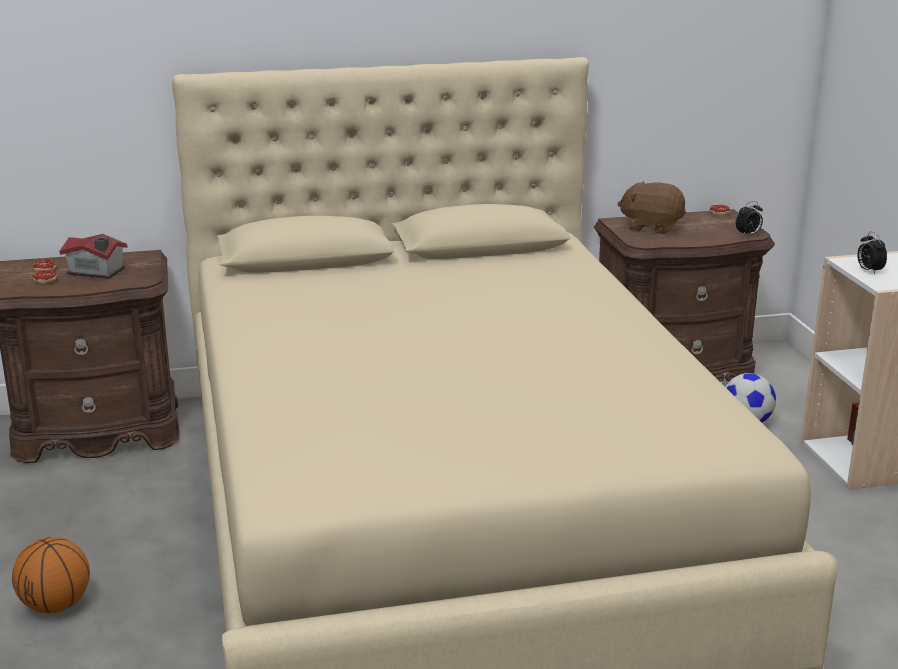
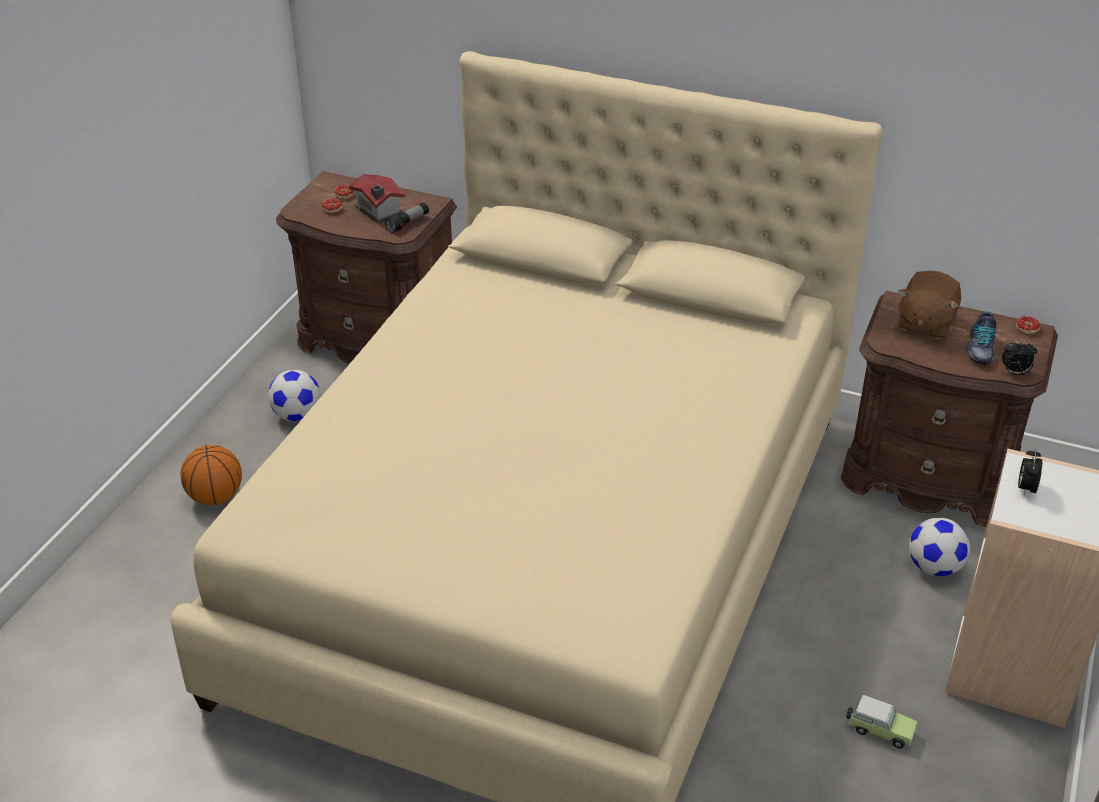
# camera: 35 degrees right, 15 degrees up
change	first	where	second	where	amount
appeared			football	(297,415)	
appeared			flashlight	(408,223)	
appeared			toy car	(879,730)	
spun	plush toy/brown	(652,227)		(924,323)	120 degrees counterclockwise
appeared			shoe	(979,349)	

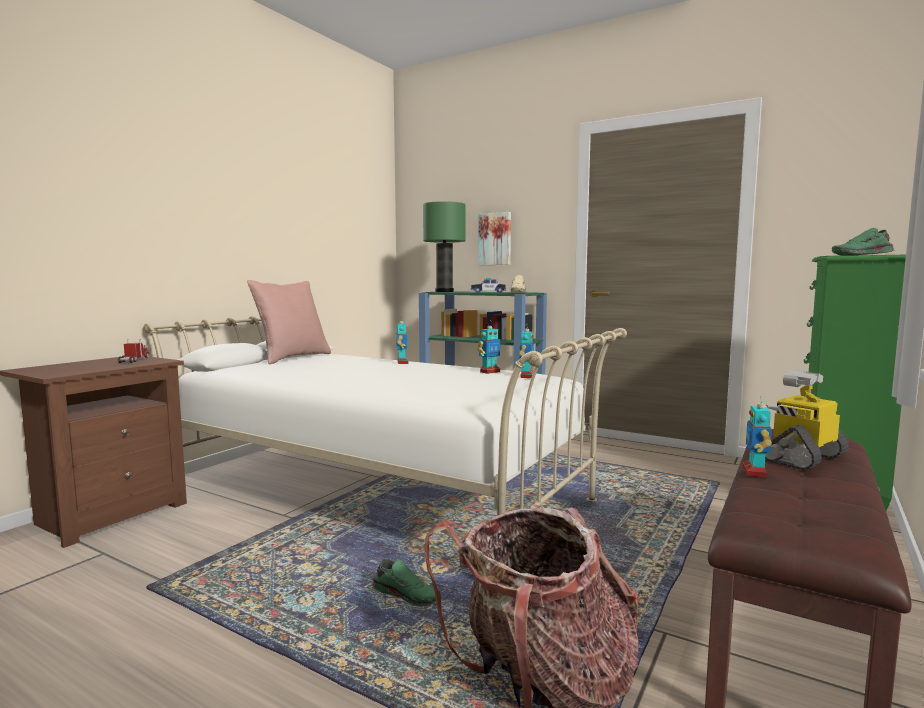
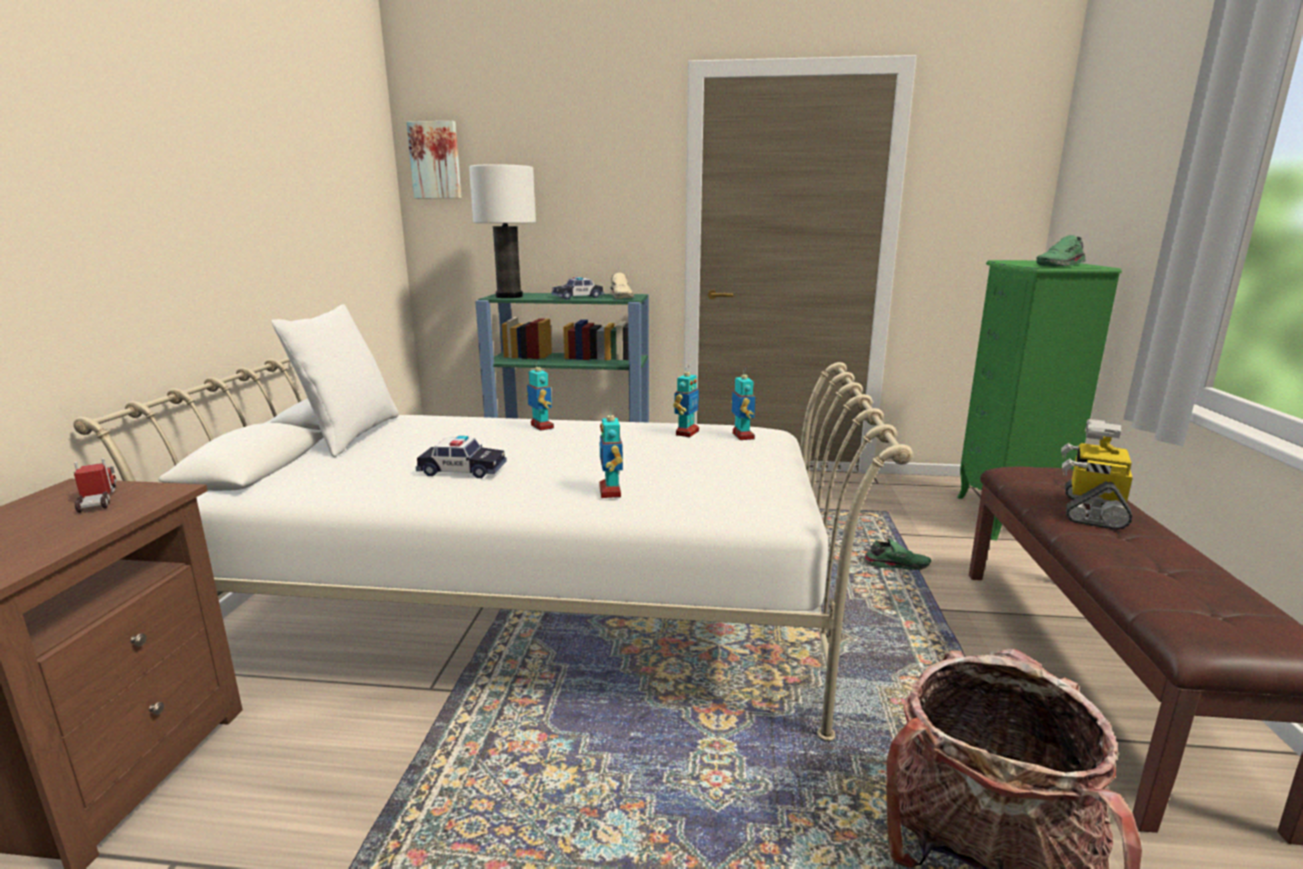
# camera: 25 degrees left, 10 degrees up
change	first	where	second	where	amount
colour	pillow/pink	(292,358)	pillow/white	(350,435)	
relocated	picture	(495,239)		(435,160)	
appeared			toy car	(462,470)	
colour	table lamp/green	(444,291)	table lamp/white	(509,296)	
relocated	toy robot	(755,472)		(611,492)	
relocated	shoe/green	(407,594)		(895,564)	

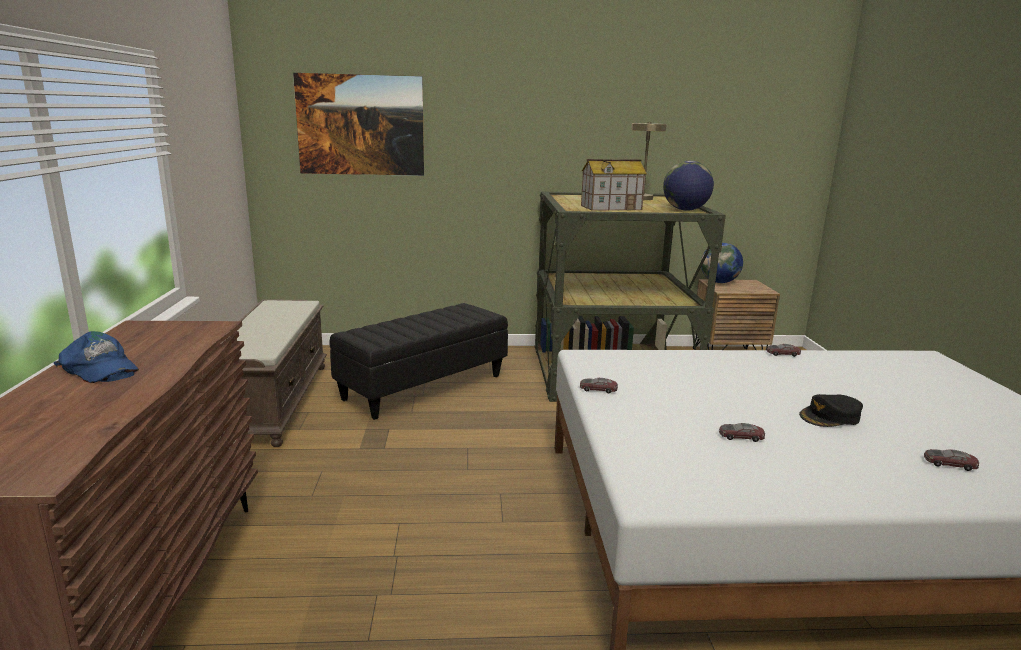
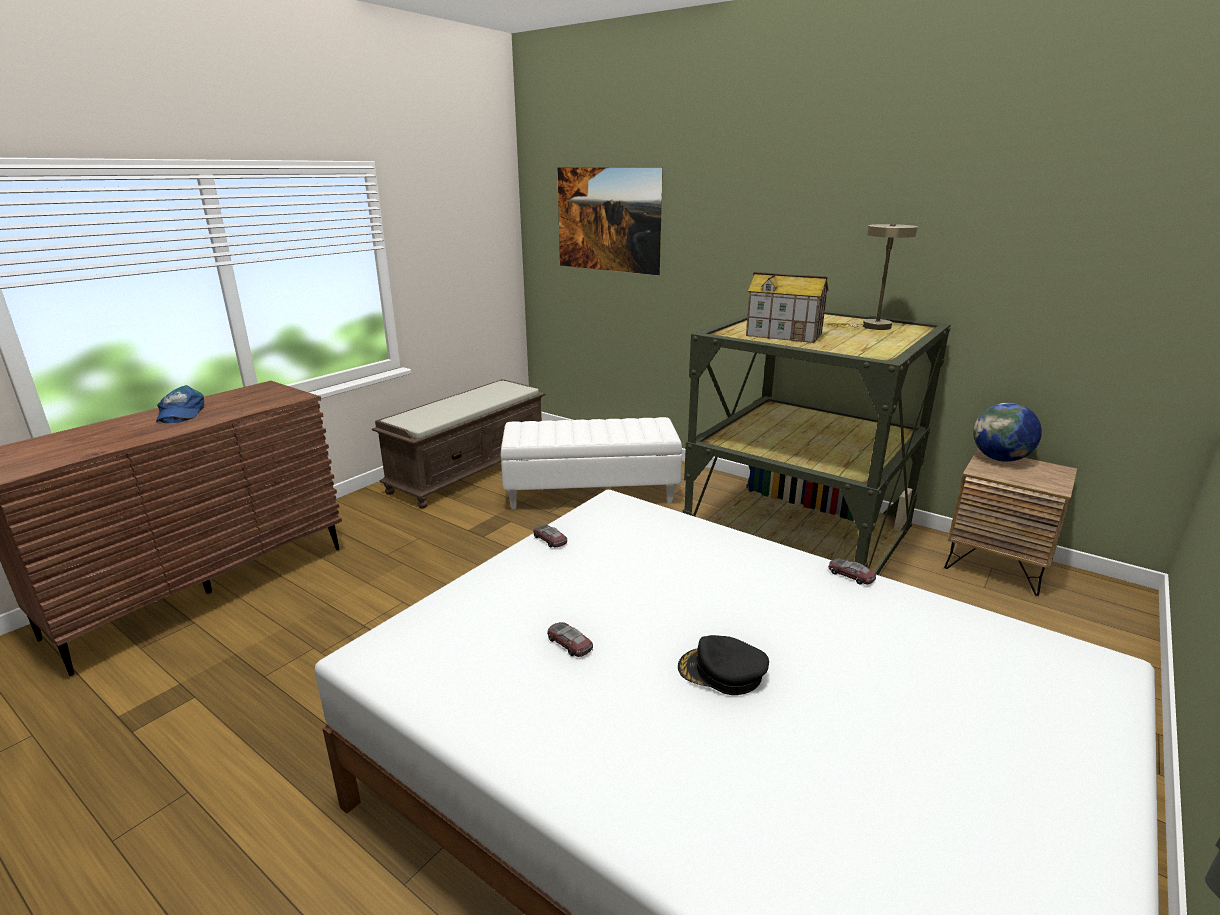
# camera: 40 degrees right, 5 degrees up
change	first	where	second	where	amount
colour	ottoman/black	(424,388)	ottoman/white	(590,494)	
missing	globe	(685,210)			
missing	toy car	(950,464)			

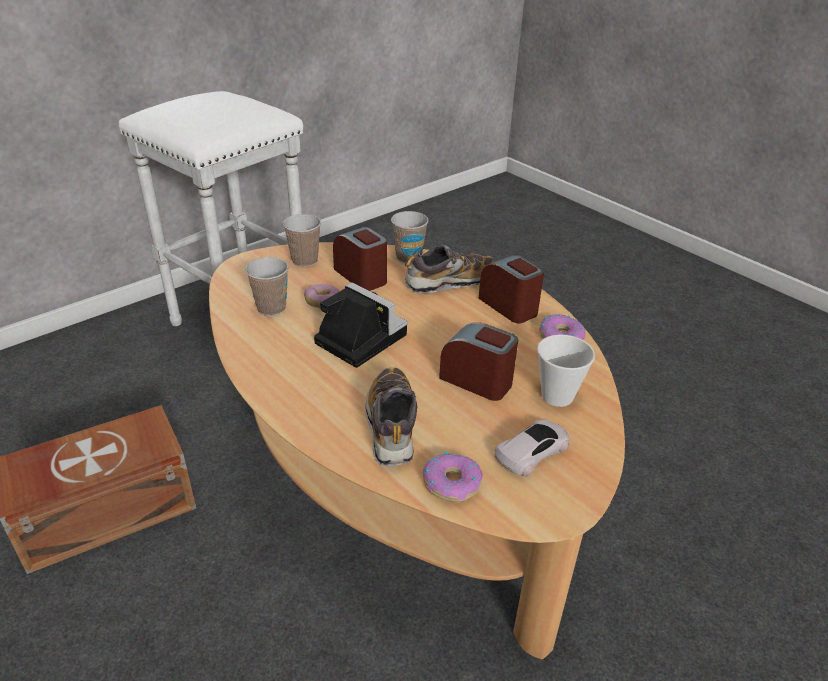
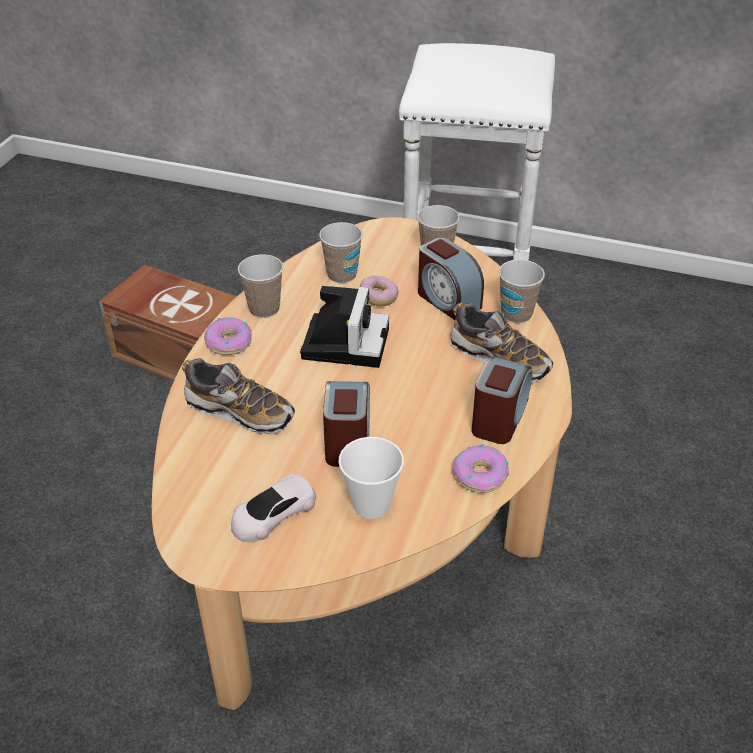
# camera: 60 degrees right, 5 degrees up
change	first	where	second	where	amount
spun	shoe	(391,426)		(240,412)	60 degrees clockwise
relocated	donut	(451,483)		(229,342)	
spun	toy car/white	(533,451)		(273,513)	120 degrees clockwise
appeared			cup	(264,309)	
spun	alarm clock	(361,276)		(447,300)	120 degrees clockwise

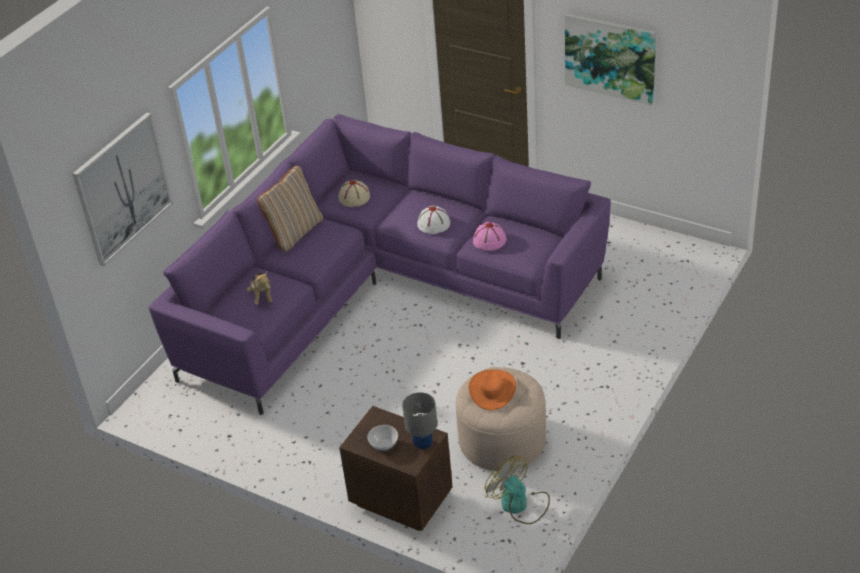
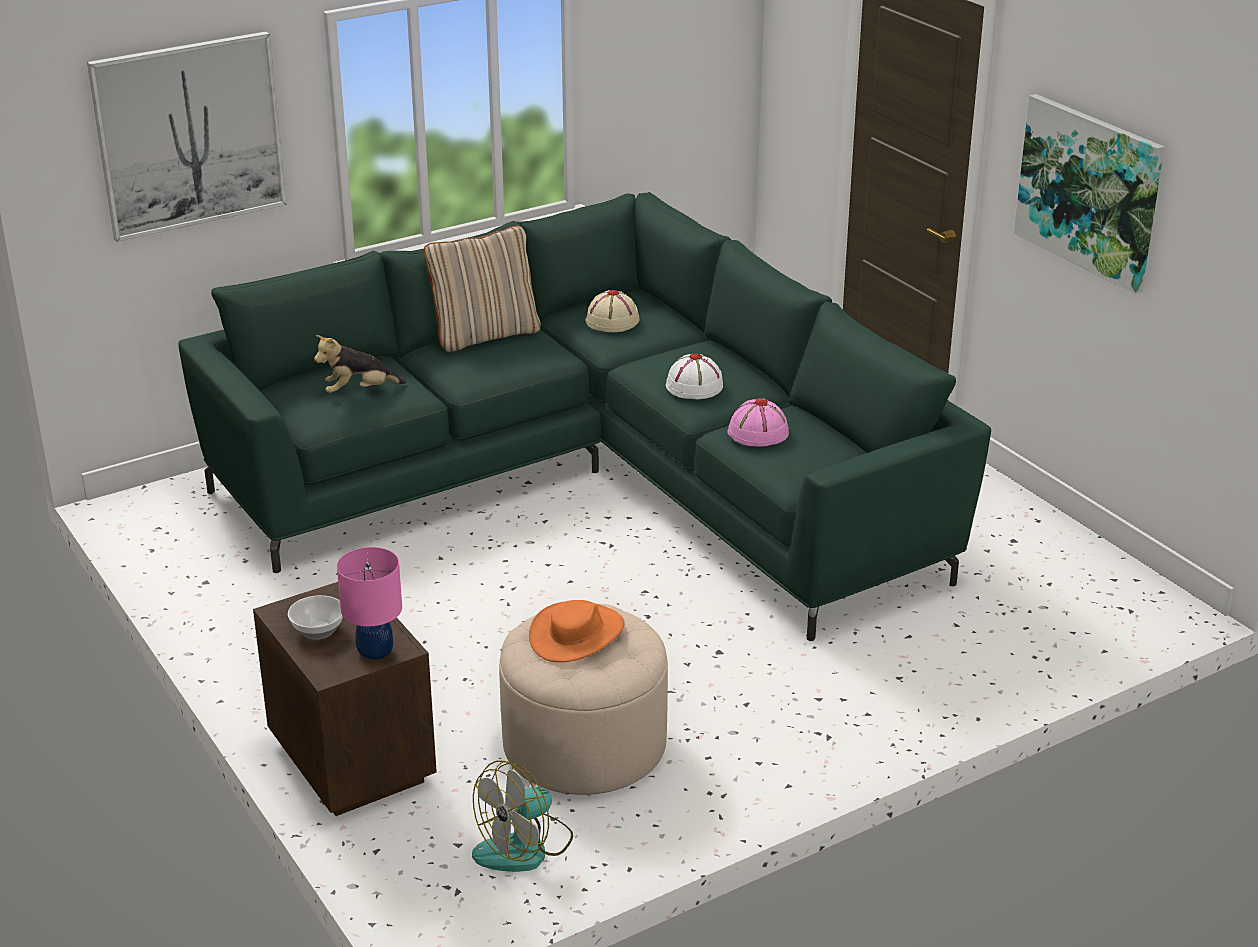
# camera: 25 degrees right, 10 degrees down
change	first	where	second	where	amount
colour	sofa/purple	(380,290)	sofa/green	(594,483)	
spun	plush toy	(262,296)		(359,391)	60 degrees clockwise
colour	table lamp/grey	(422,444)	table lamp/pink	(373,653)	
spun	fan	(520,505)		(524,847)	120 degrees counterclockwise

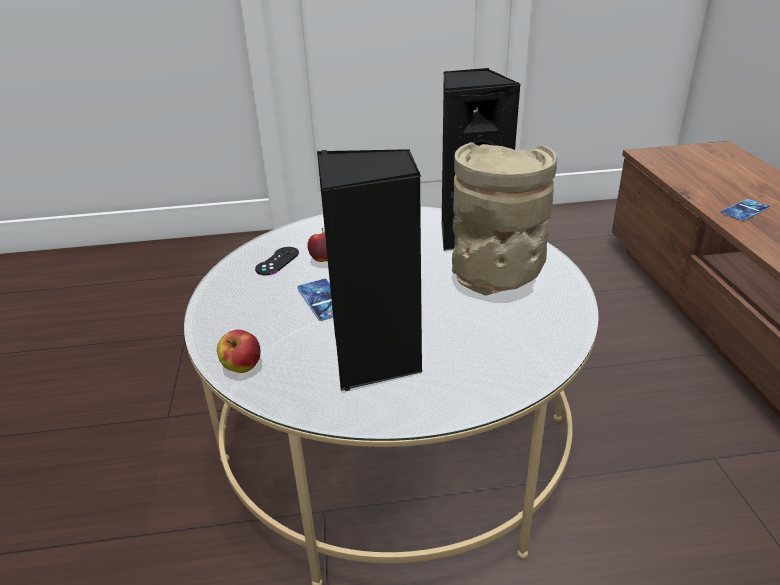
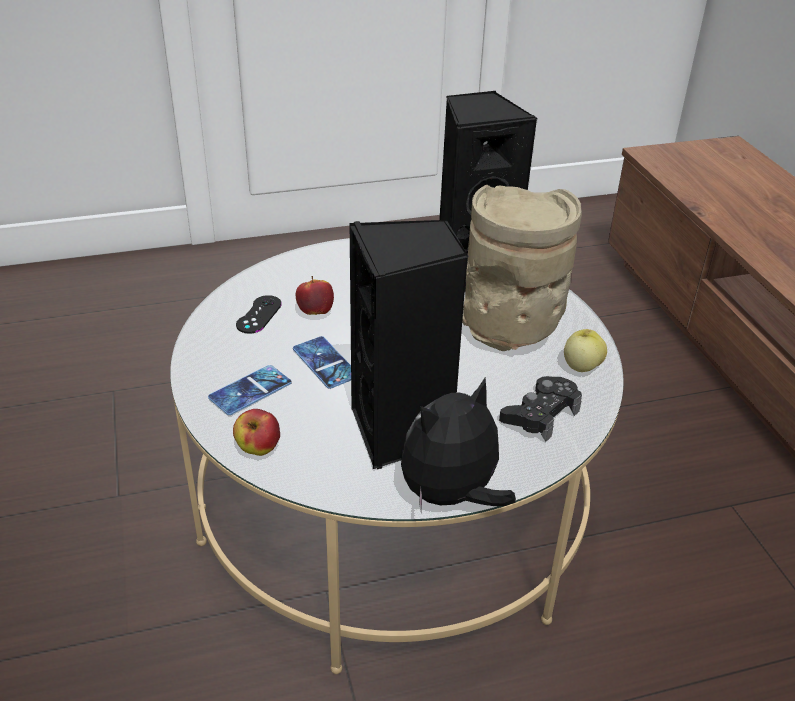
# camera: 10 degrees left, 5 degrees up
change	first	where	second	where	amount
relocated	phone	(745,210)		(250,390)	
appeared			plush toy	(451,496)	
appeared			game controller/black	(540,414)	
appeared			apple	(581,366)	

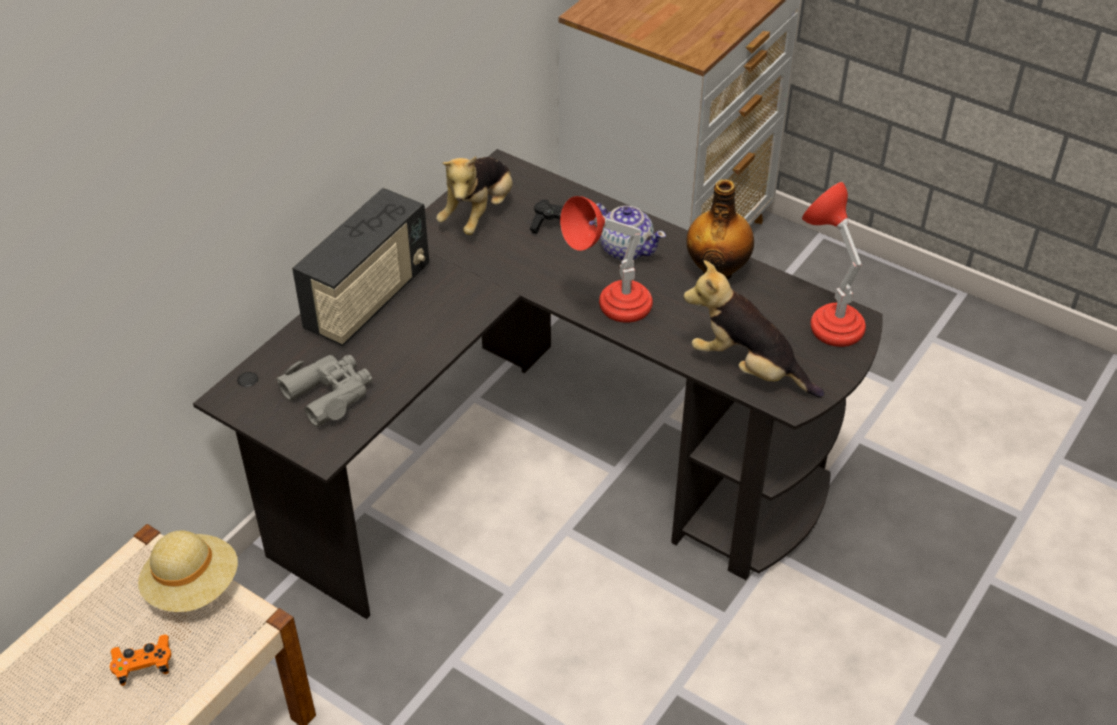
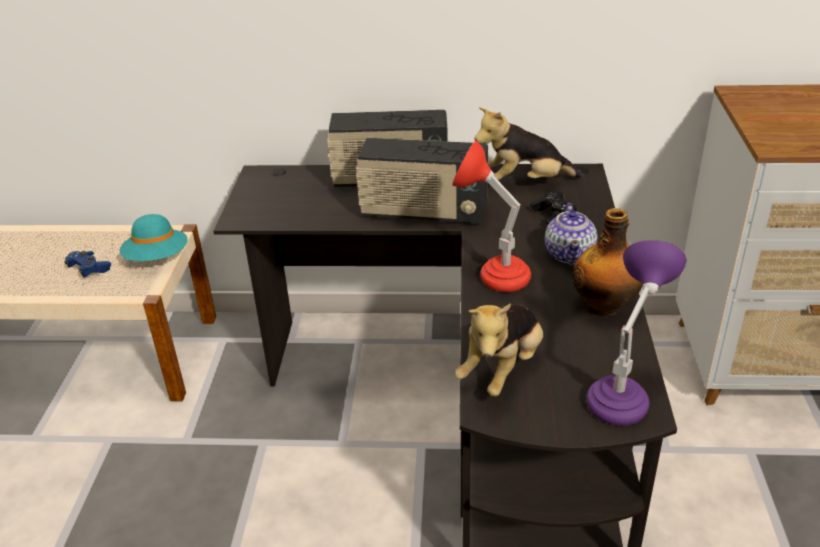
# camera: 60 degrees right, 10 degrees down
change	first	where	second	where	amount
colour	game controller/orange	(144,665)	game controller/blue	(89,269)	
colour	hat/beige	(193,586)	hat/turquoise	(157,258)	
appeared			radio	(423,213)	
spun	plush toy	(748,368)		(502,369)	150 degrees counterclockwise
colour	table lamp/red	(827,318)	table lamp/purple	(623,393)	
missing	binoculars/grey	(329,394)			

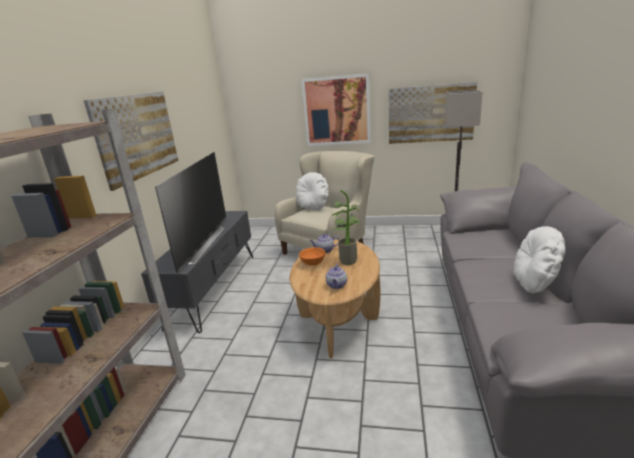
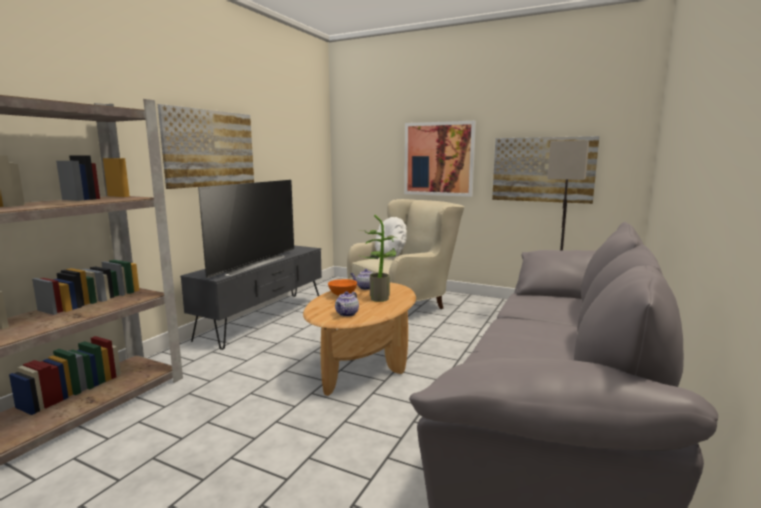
# camera: 15 degrees right, 10 degrees down
change	first	where	second	where	amount
missing	pillow/white	(534,285)			

